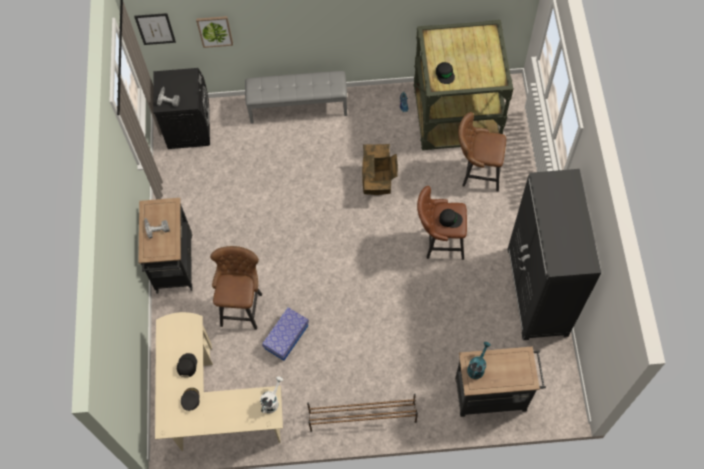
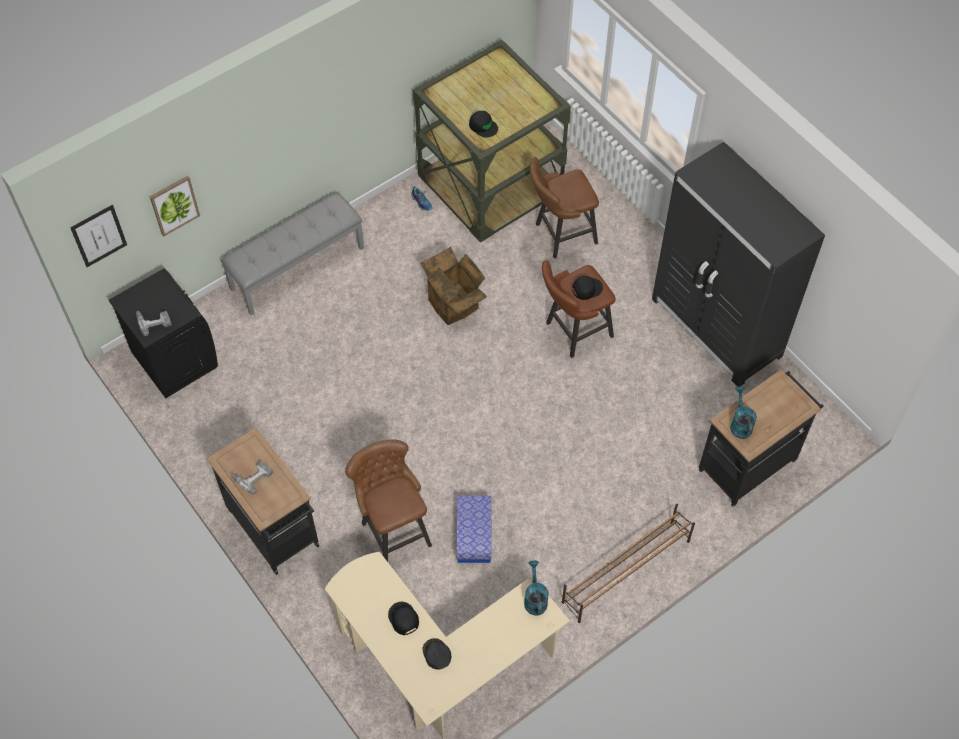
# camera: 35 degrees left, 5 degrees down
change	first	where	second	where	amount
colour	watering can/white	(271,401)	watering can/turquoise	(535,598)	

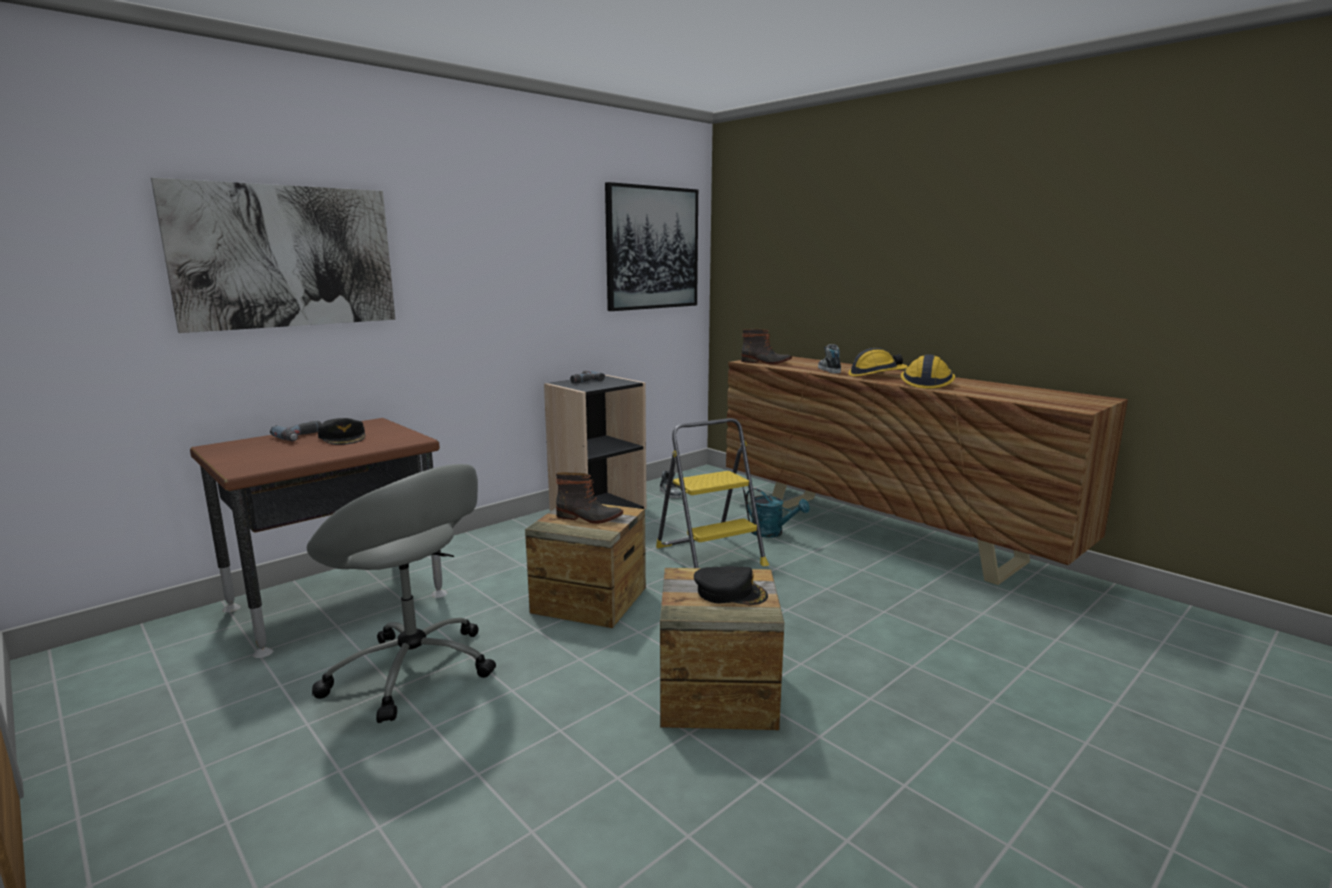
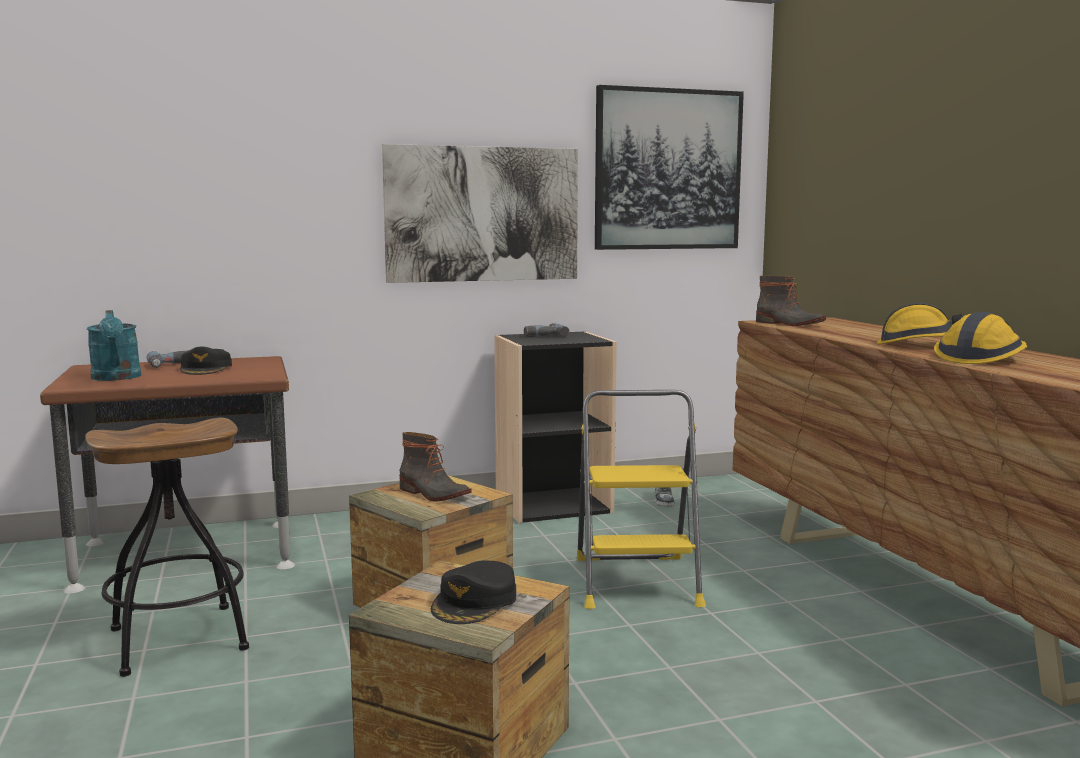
# camera: 25 degrees right, 5 degrees down
change	first	where	second	where	amount
exchanged	office chair/grey	(415,672)	stool/brown	(177,638)	
relocated	watering can/turquoise	(772,533)		(116,378)	
relocated	picture	(286,257)		(483,214)	
spun	cap/black	(730,593)		(475,602)	75 degrees clockwise
missing	shoe	(829,370)			

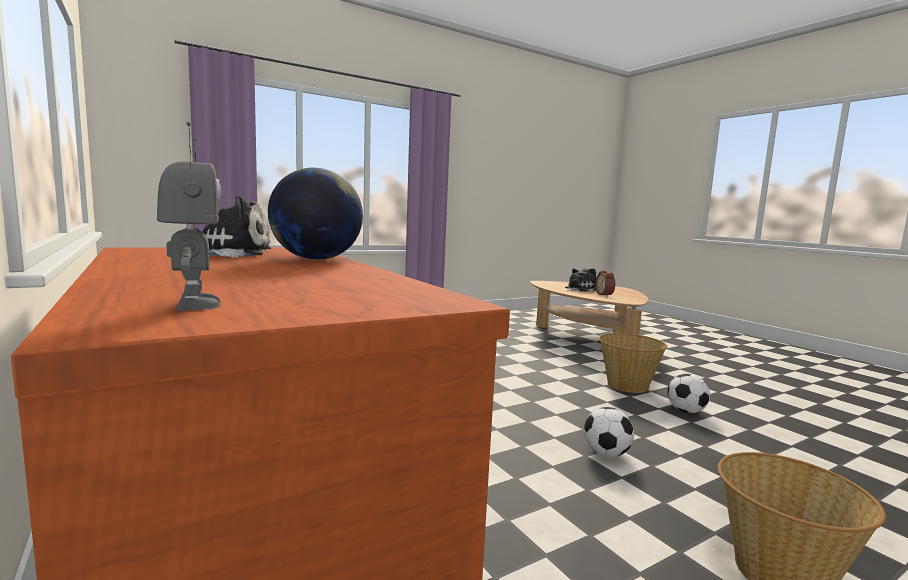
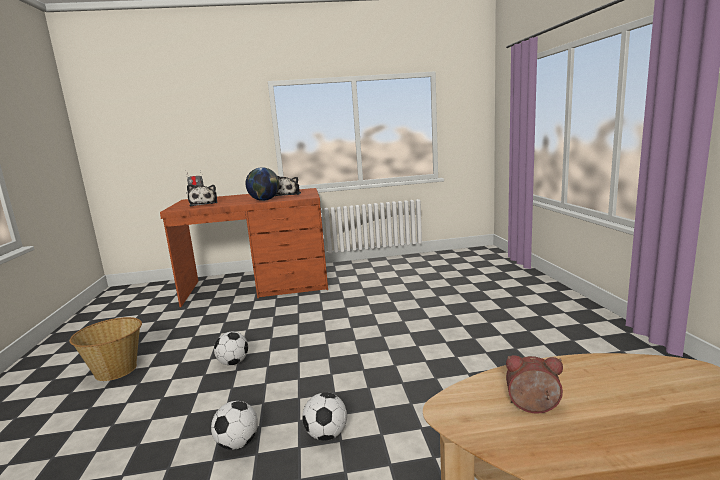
# camera: 115 degrees right, 5 degrees up
change	first	where	second	where	amount
relocated	plush toy	(579,289)		(204,204)	
exchanged	basket	(627,385)	football	(326,435)	

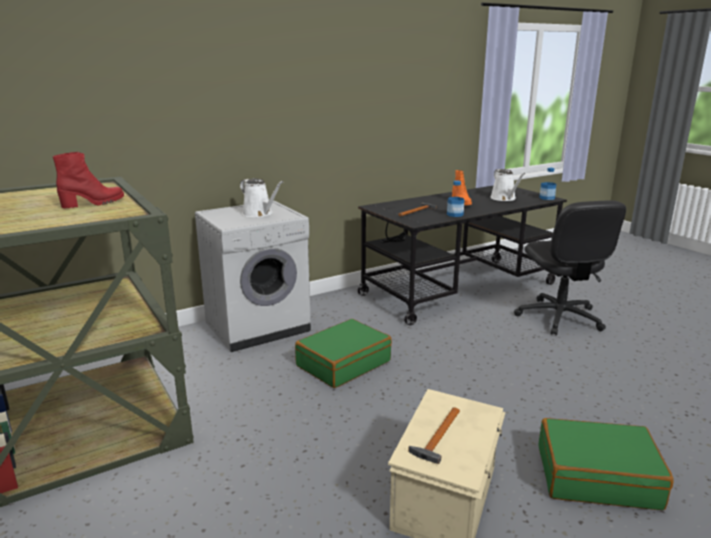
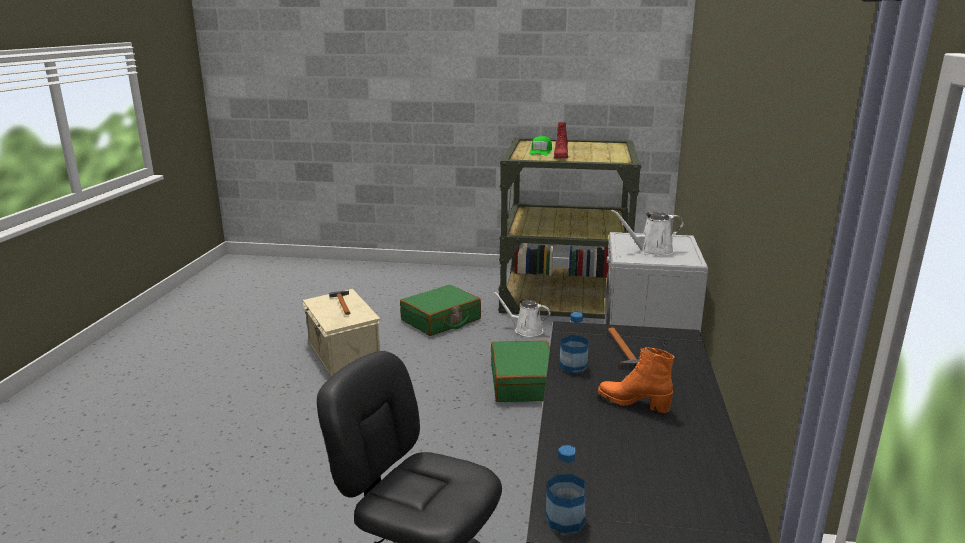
# camera: 130 degrees right, 0 degrees up
change	first	where	second	where	amount
relocated	suitcase/green	(597,476)		(441,320)	
relocated	watering can/white	(504,198)		(525,330)	
appeared			cap/green	(540,152)	

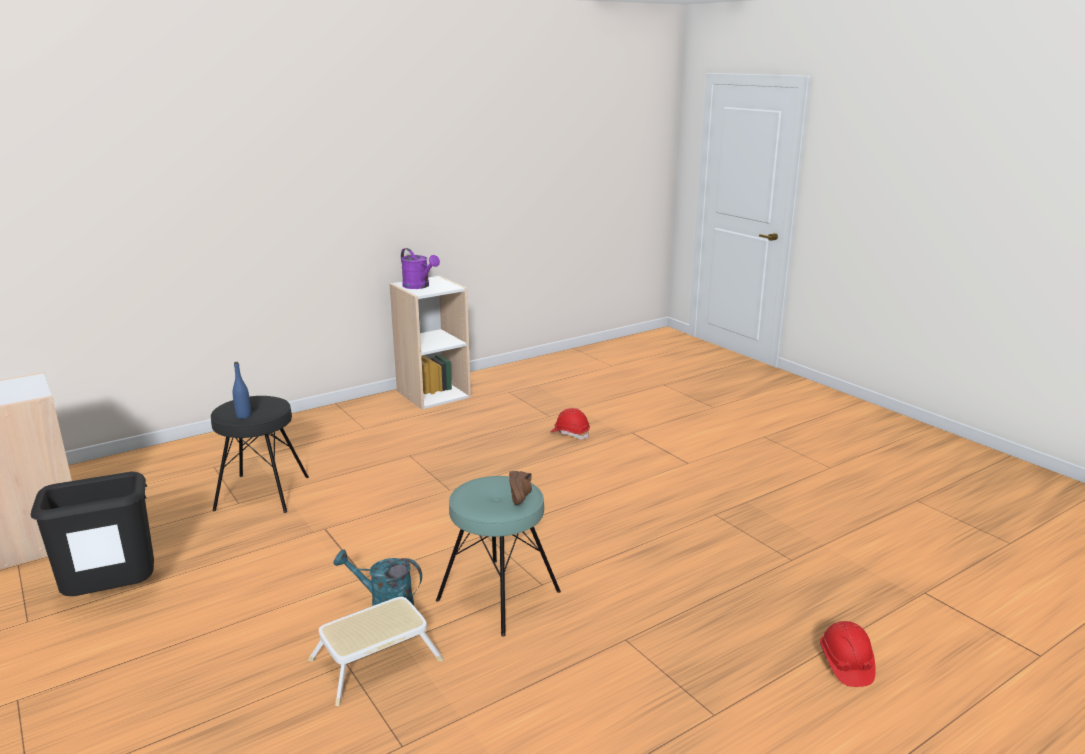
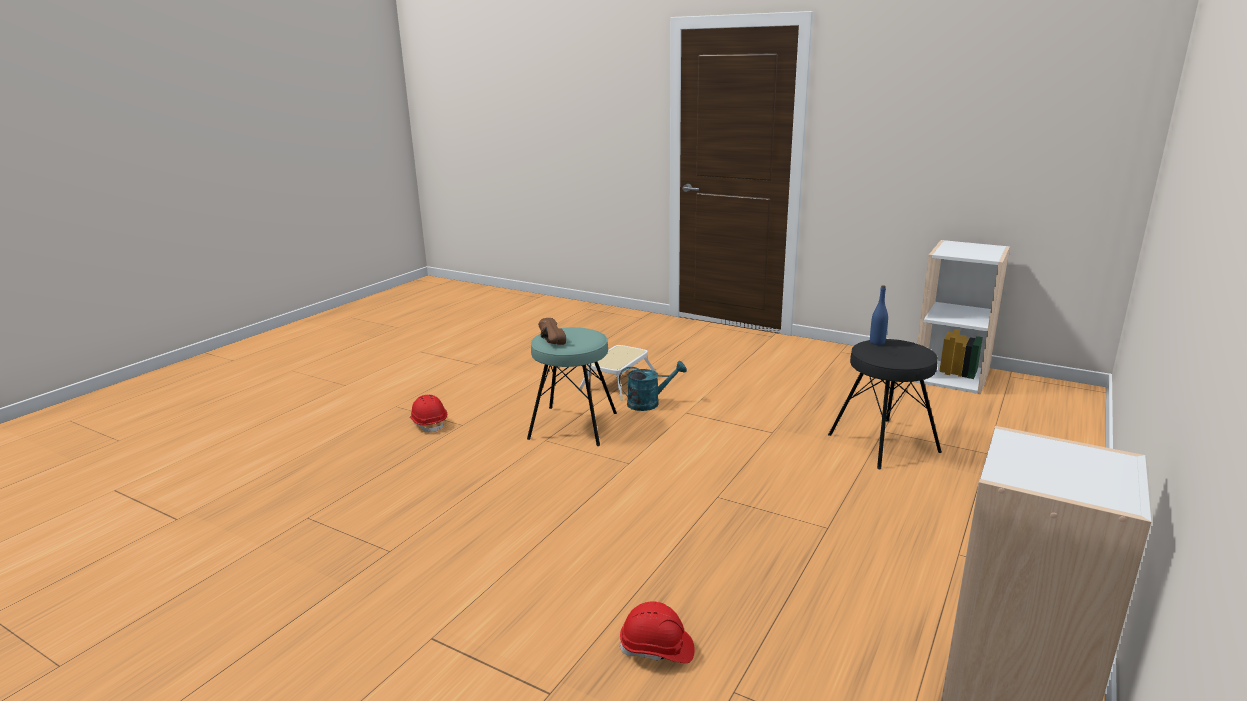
# camera: 155 degrees right, 0 degrees up
change	first	where	second	where	amount
relocated	hard hat/red	(845,664)		(429,423)	
missing	trash can/black	(112,599)			
missing	watering can/purple	(419,286)			

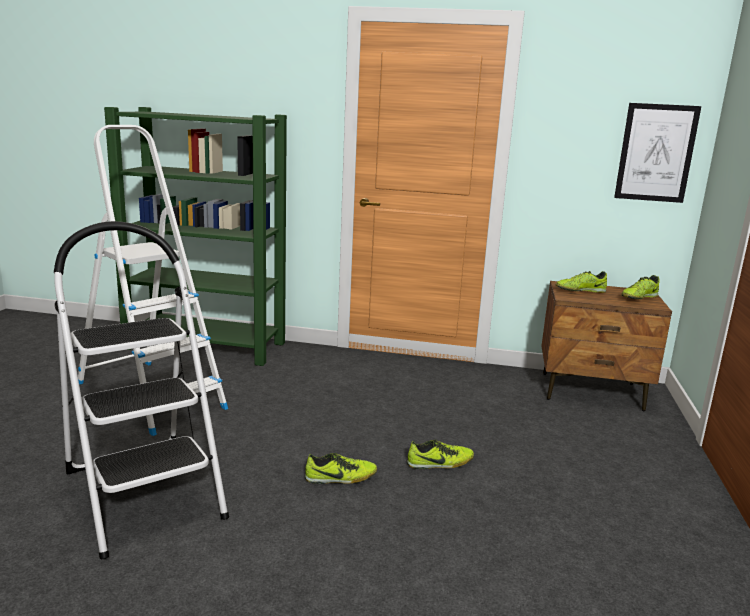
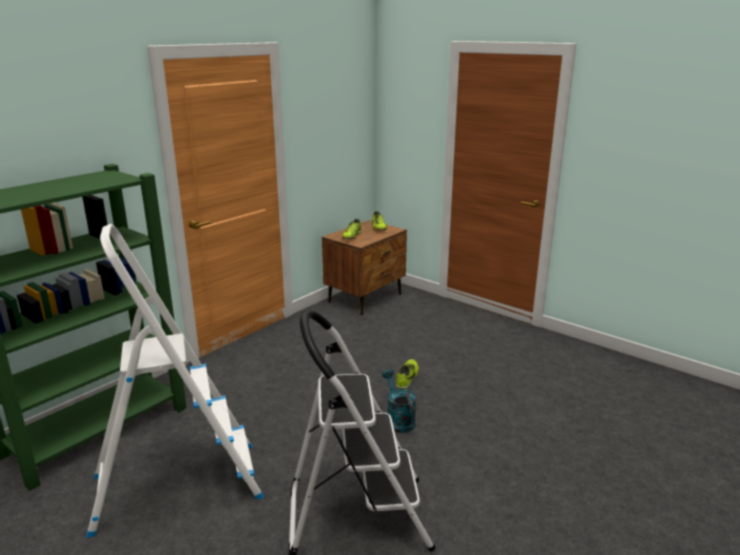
# camera: 60 degrees left, 5 degrees up
change	first	where	second	where	amount
exchanged	shoe	(341,478)	watering can/turquoise	(398,419)	
missing	picture	(656,153)			

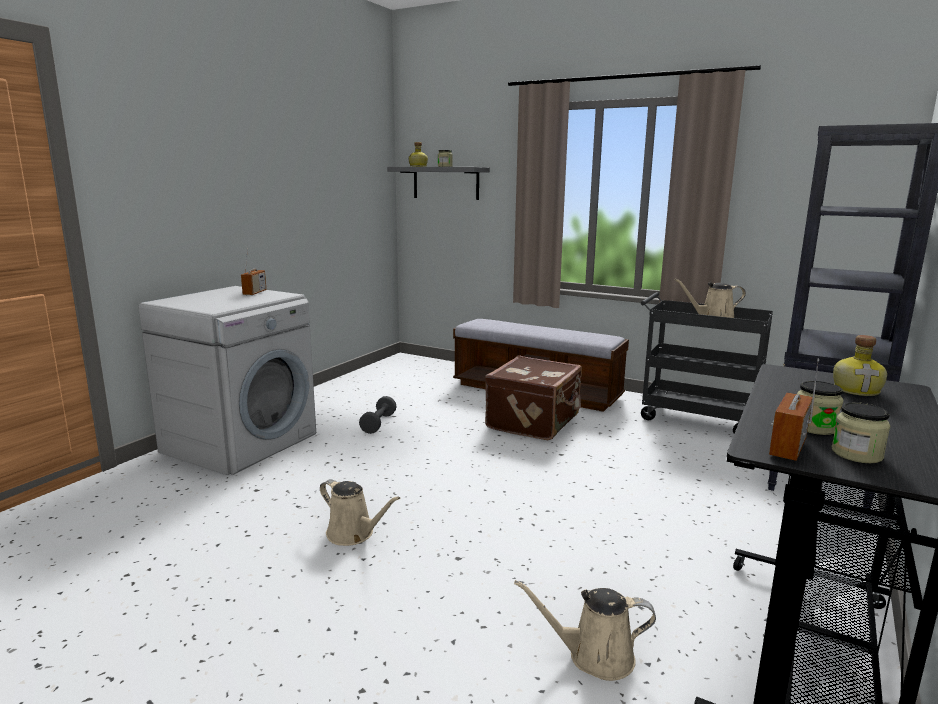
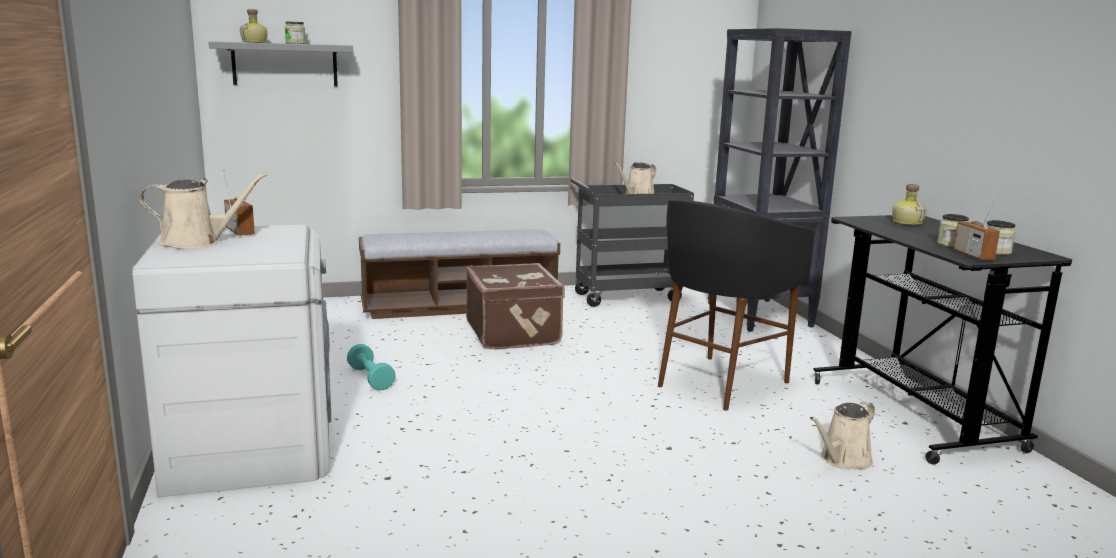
# camera: 45 degrees left, 0 degrees up
change	first	where	second	where	amount
relocated	watering can/beige	(353,534)		(197,242)	
colour	dumbbell/grey	(378,423)	dumbbell/turquoise	(371,378)	
appeared			stool/black	(720,383)	

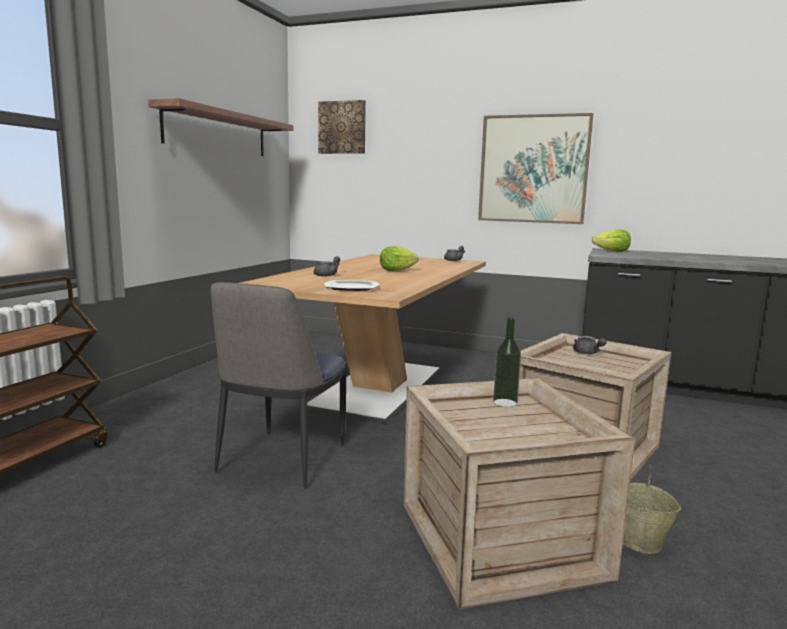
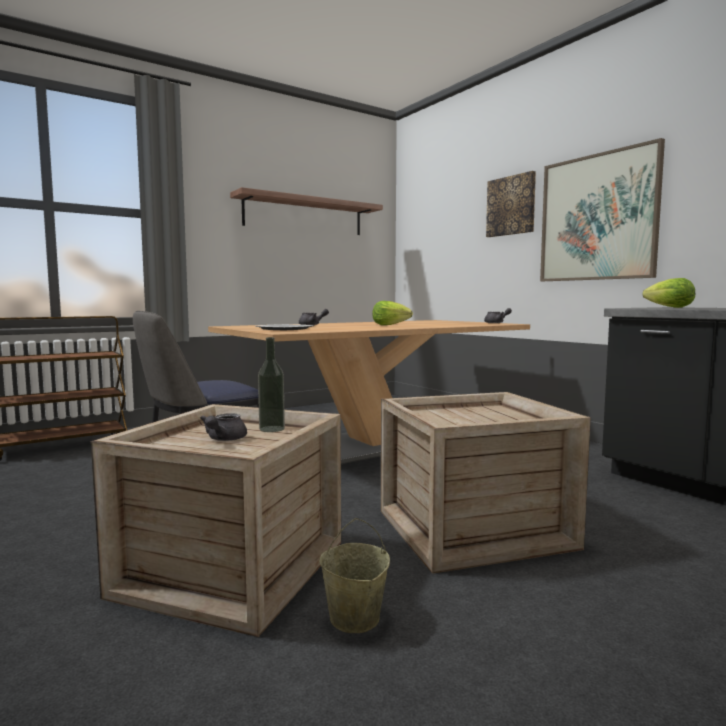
# camera: 35 degrees right, 5 degrees down
change	first	where	second	where	amount
relocated	teapot/grey	(587,353)		(223,439)	
relocated	picture	(342,127)		(511,206)	

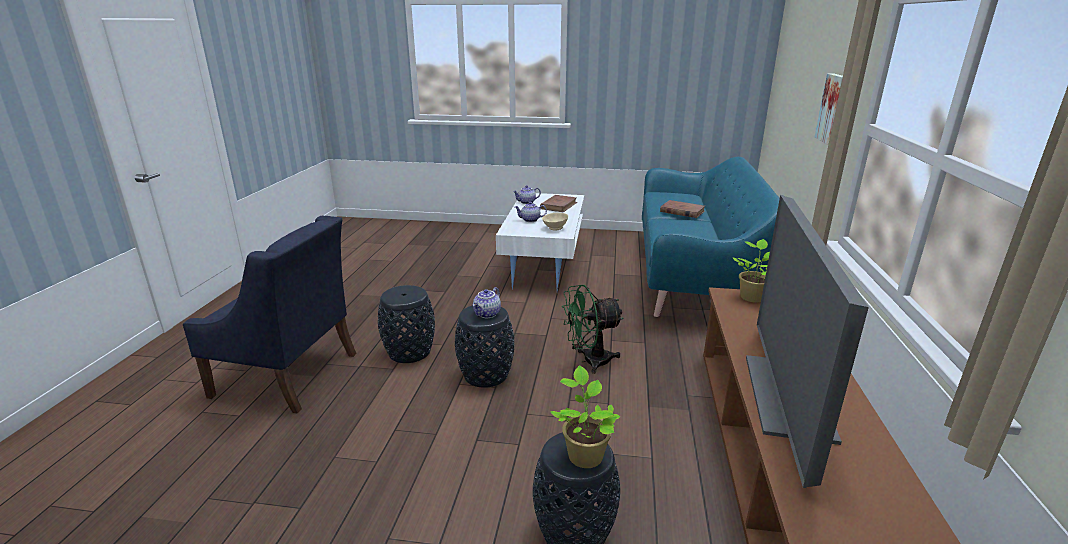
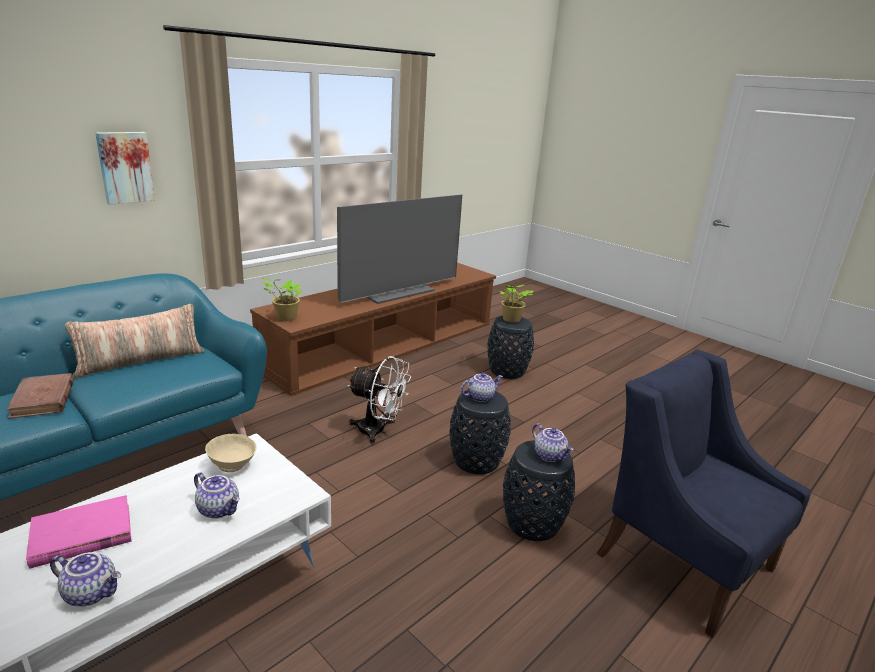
# camera: 145 degrees left, 0 degrees up
change	first	where	second	where	amount
colour	book/brown	(558,206)	book/pink	(81,535)	
appeared			pillow	(141,361)	
colour	fan/green	(589,361)	fan/white	(378,431)	
appeared			teapot	(550,455)	

